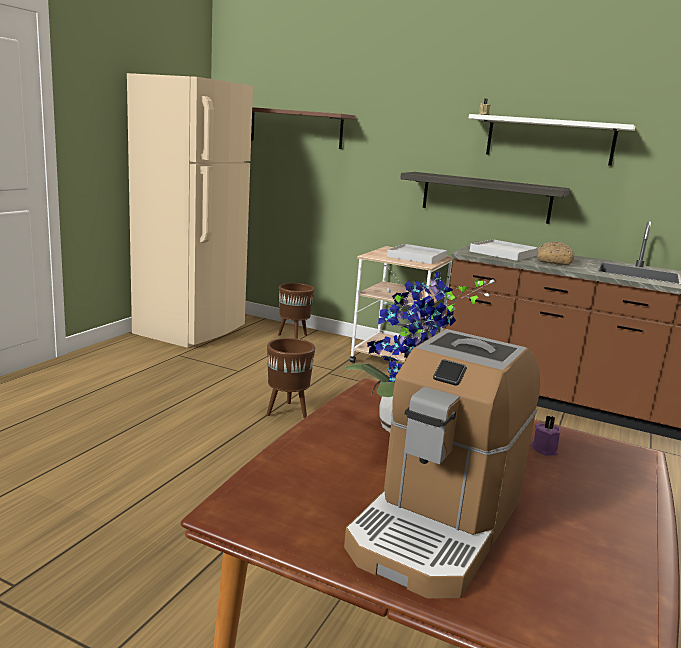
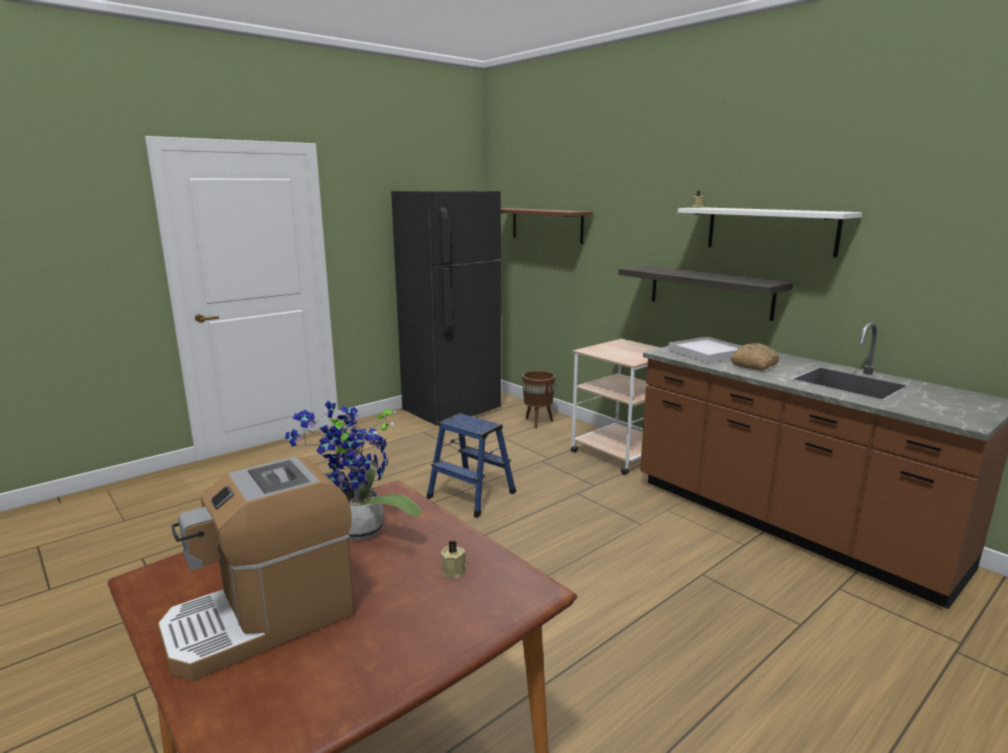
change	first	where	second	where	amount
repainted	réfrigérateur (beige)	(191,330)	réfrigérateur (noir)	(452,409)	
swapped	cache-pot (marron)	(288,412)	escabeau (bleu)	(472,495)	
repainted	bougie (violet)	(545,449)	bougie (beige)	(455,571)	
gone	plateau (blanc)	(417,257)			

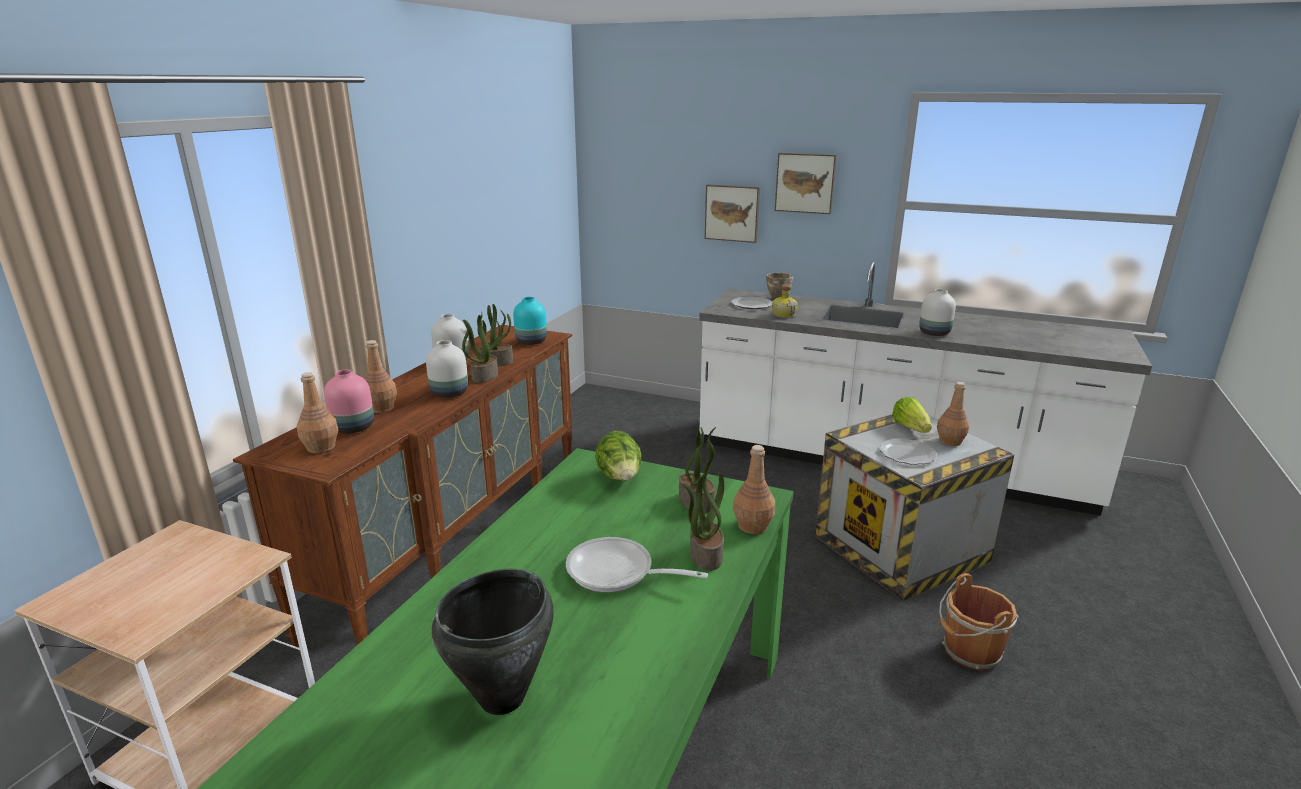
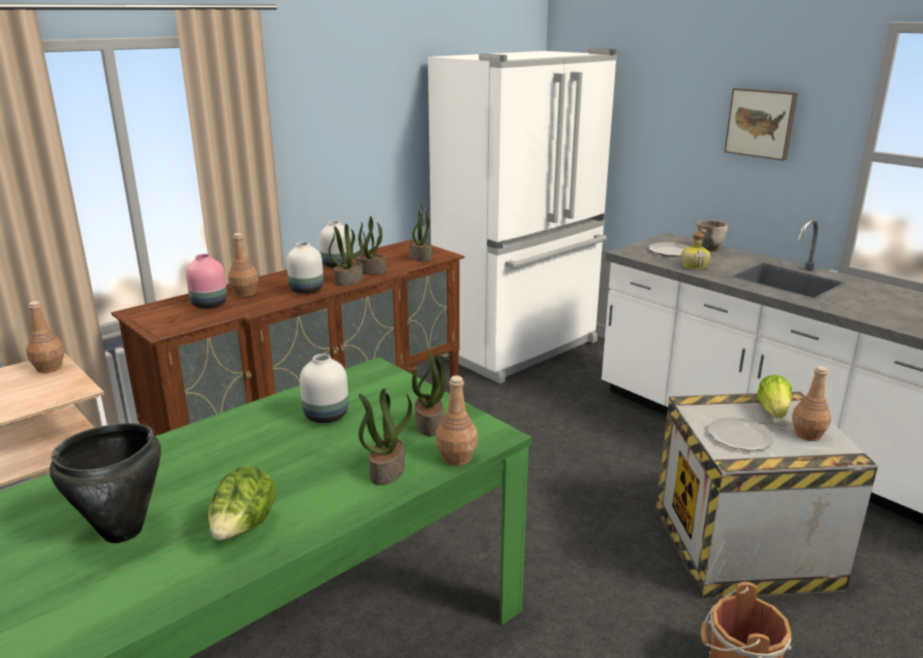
change	first	where	second	where	amount
shifted	bouteille (marron)	(321,447)		(49,368)	
shifted	laitue	(620,478)		(243,529)	
shifted	vase (blanc)	(935,333)		(327,416)	
swapped	vase (turquoise)	(532,342)	plante en pot	(421,257)	
new			réfrigérateur (blanc)	(519,348)	
gone	poêle	(617,573)			
gone	tableau	(732,212)			

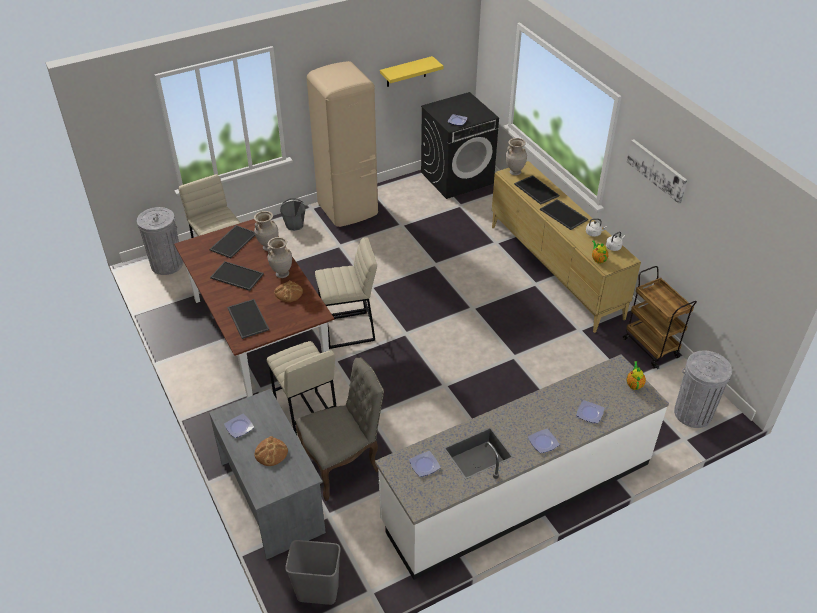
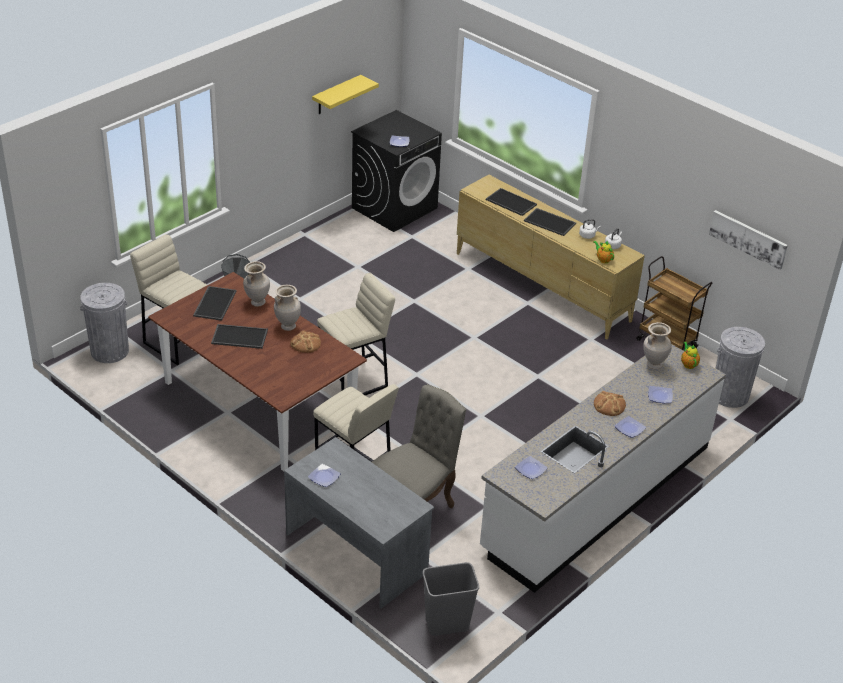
change	first	where	second	where	amount
shifted	pain	(271,452)		(609,405)	
shifted	vase (beige)	(514,172)		(653,365)	
shifted	tableau	(657,170)		(748,238)	
gone	plateau	(247,319)			
gone	réfrigérateur (beige)	(349,210)			

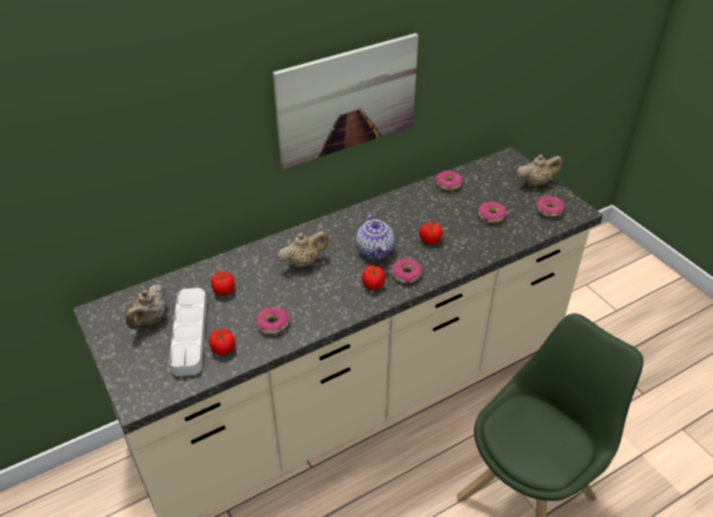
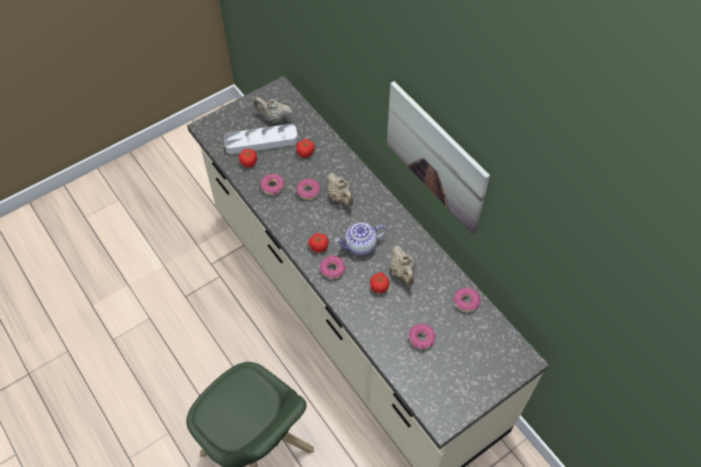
change	first	where	second	where	amount
shifted	beignet	(549,210)		(308,191)	
shifted	théière (beige)	(536,183)		(403,272)	

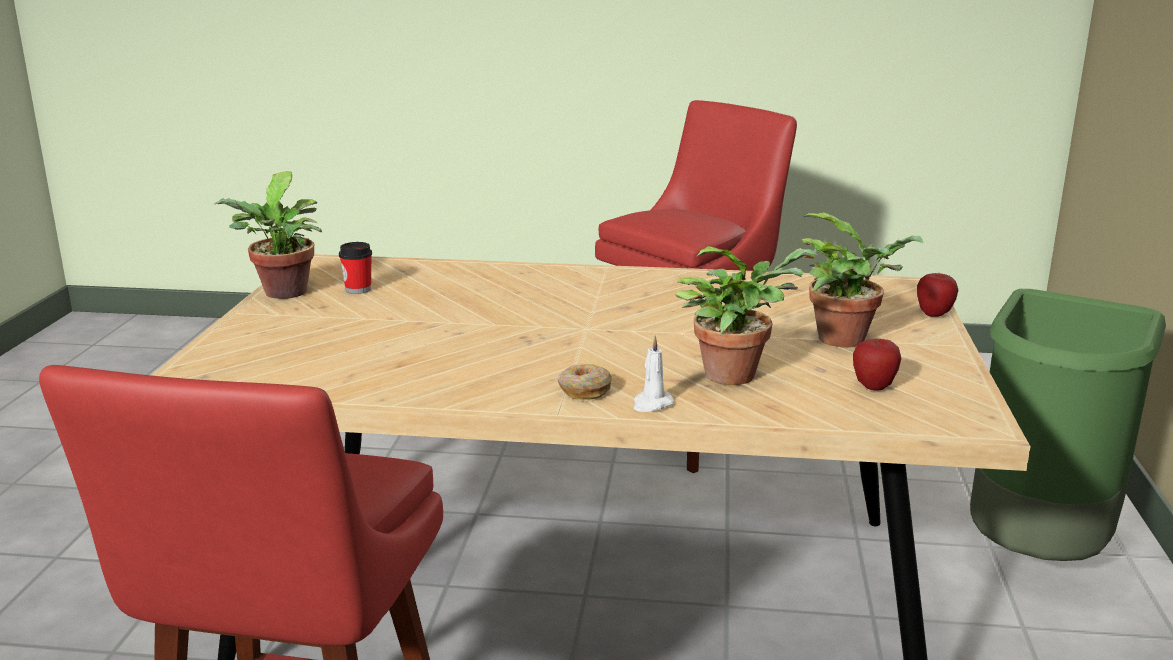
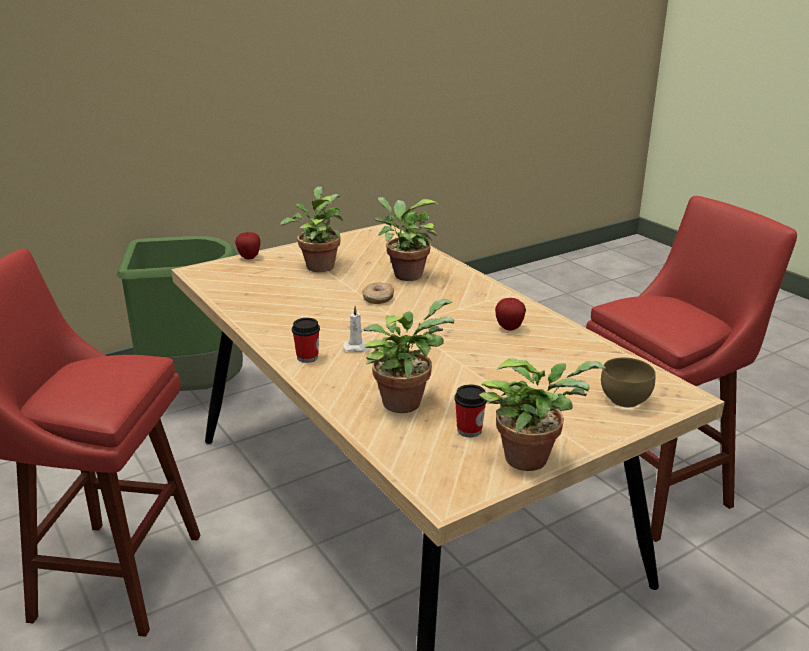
change	first	where	second	where	amount
new			tasse	(307,357)	
shifted	bougie (blanc)	(652,404)		(357,348)	
shifted	beignet	(584,390)		(378,299)	
new			plante en pot	(404,400)	
shifted	pomme	(873,387)		(509,328)	
new			bol (marron)	(624,401)	

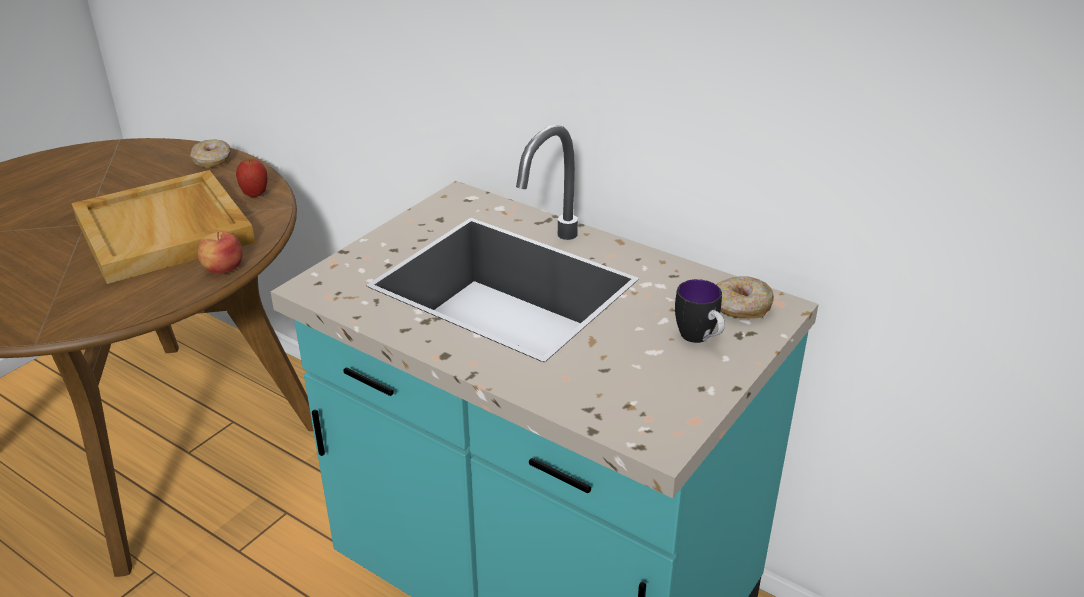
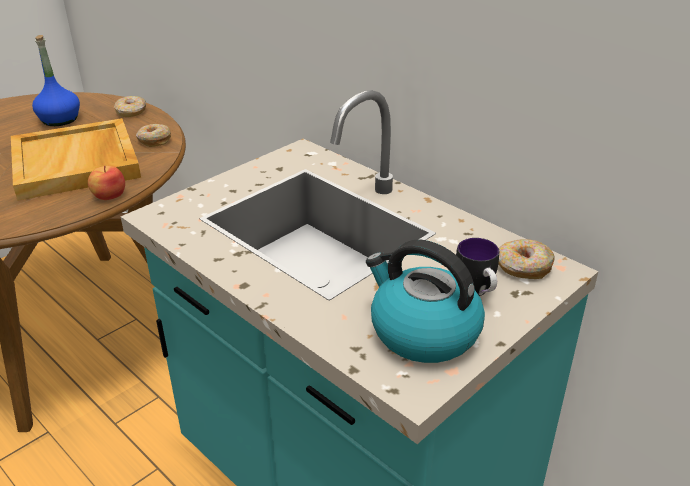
change	first	where	second	where	amount
new			bouteille (bleu)	(60,120)	
swapped	pomme	(255,195)	beignet	(154,140)	
new			bouilloire	(422,332)	

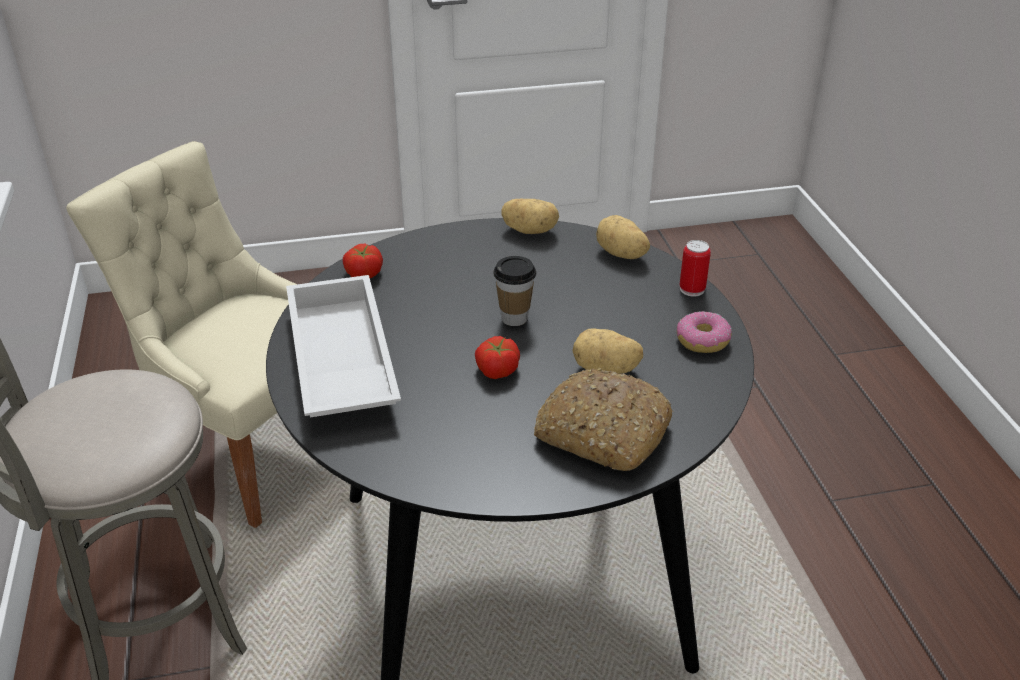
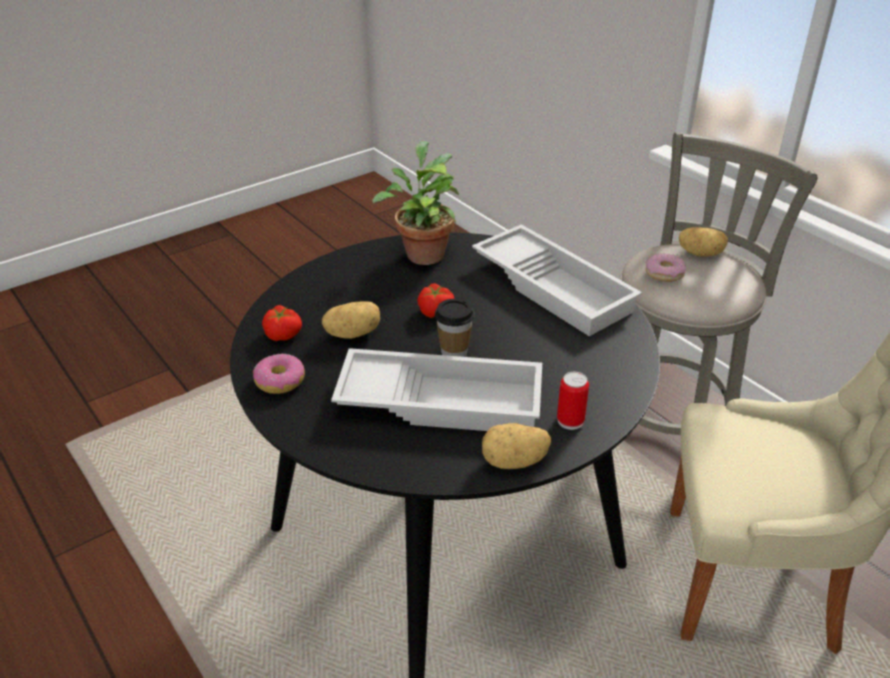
change	first	where	second	where	amount
shifted	tomate	(363,274)		(283,334)	
new			plateau (blanc)	(442,400)	
new			plante en pot	(423,252)	
shifted	boîte métallique	(692,289)		(570,420)	
new			beignet	(664,273)	
shifted	pomme de terre	(621,254)		(700,253)	
gone	pain	(601,433)			

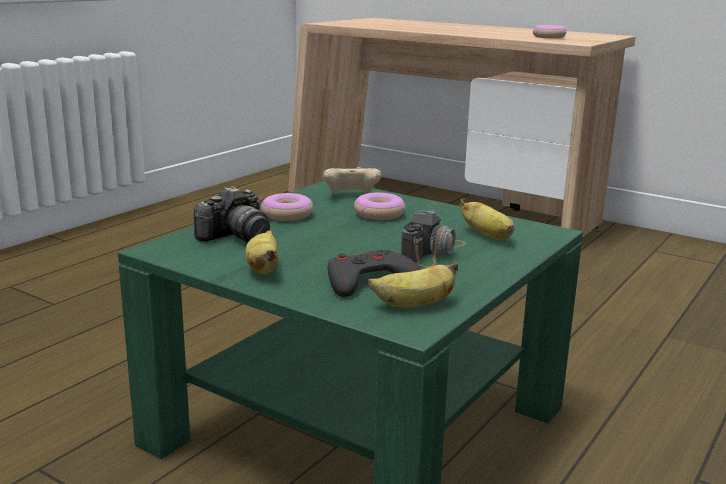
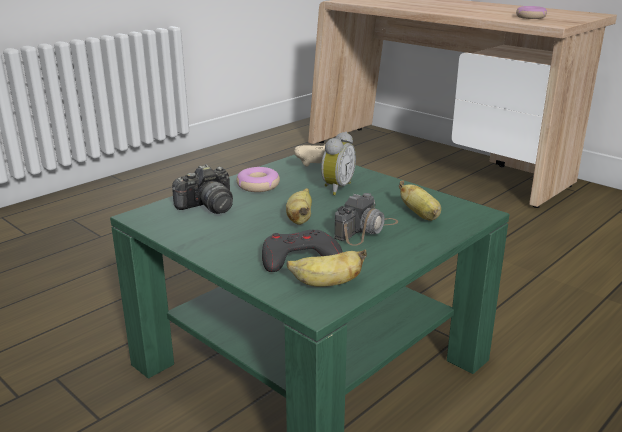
change	first	where	second	where	amount
shifted	banane	(263,269)		(300,219)	
swapped	beignet	(379,214)	réveil	(335,188)	

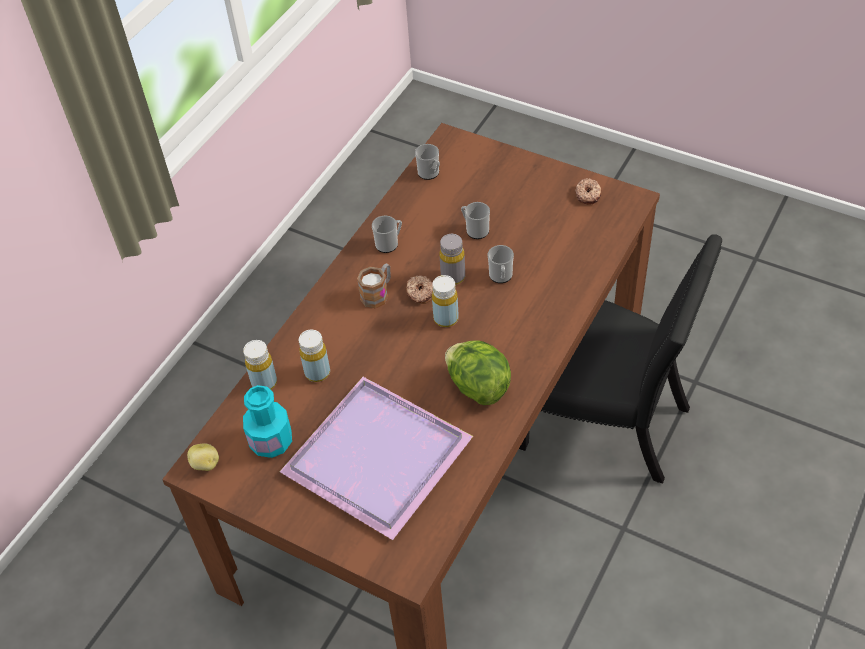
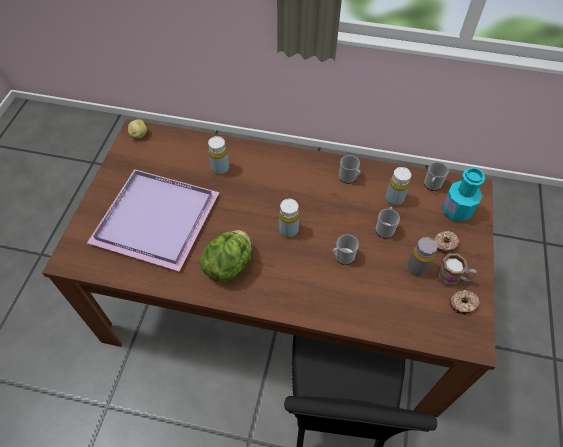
change	first	where	second	where	amount
shifted	bouteille (jaune)	(264,383)		(394,199)	
shifted	bouteille (gris)	(453,277)		(417,268)	
shifted	beignet	(419,293)		(444,244)	
shifted	mug	(378,293)		(453,278)	
shifted	bouteille (turquoise)	(271,441)		(456,210)	

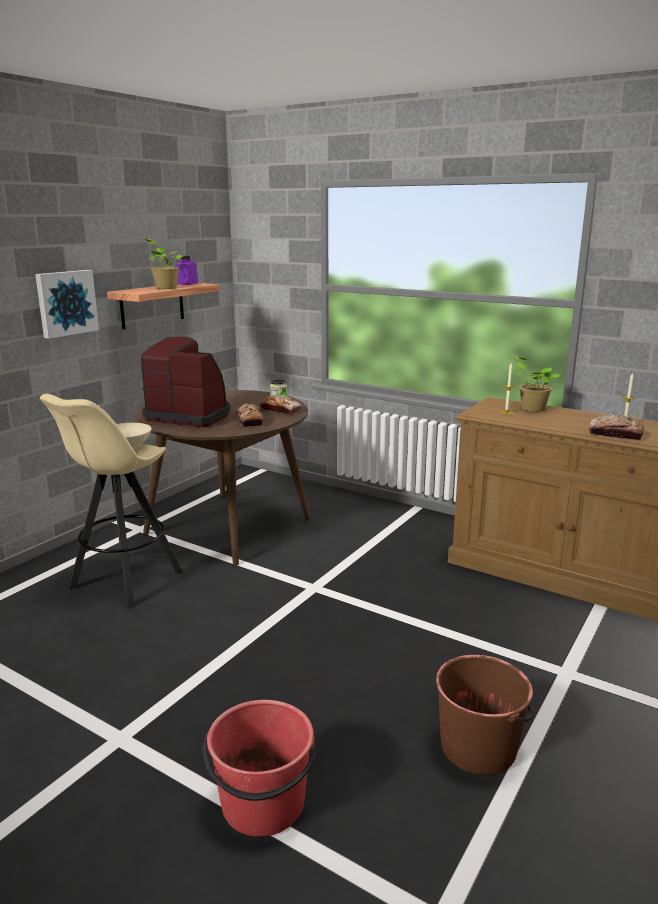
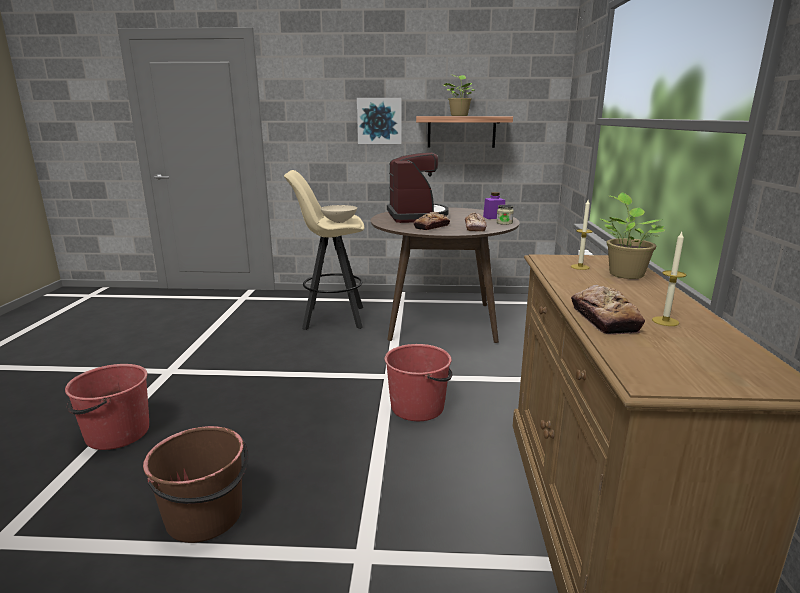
change	first	where	second	where	amount
new			seau (rouge)	(418,407)	
shifted	bocal (violet)	(187,283)		(493,217)	

